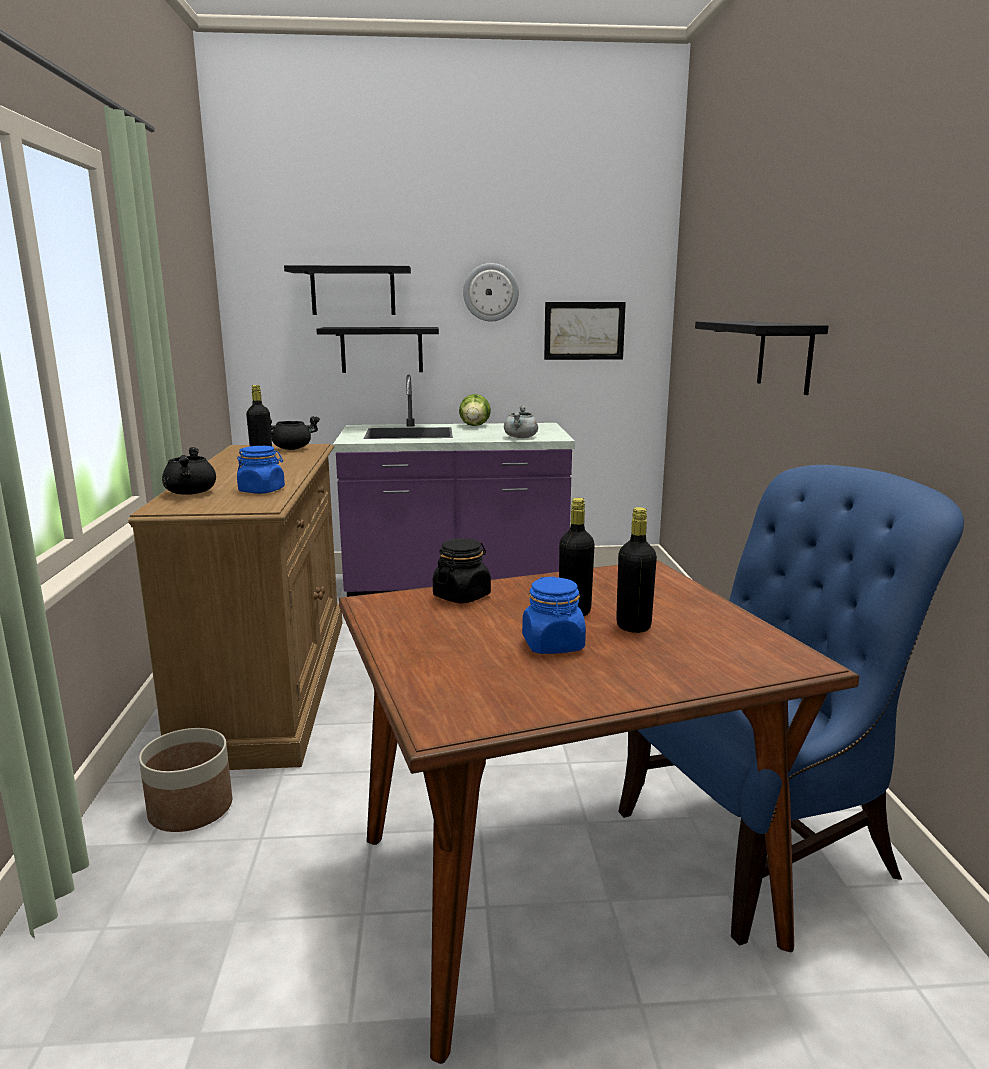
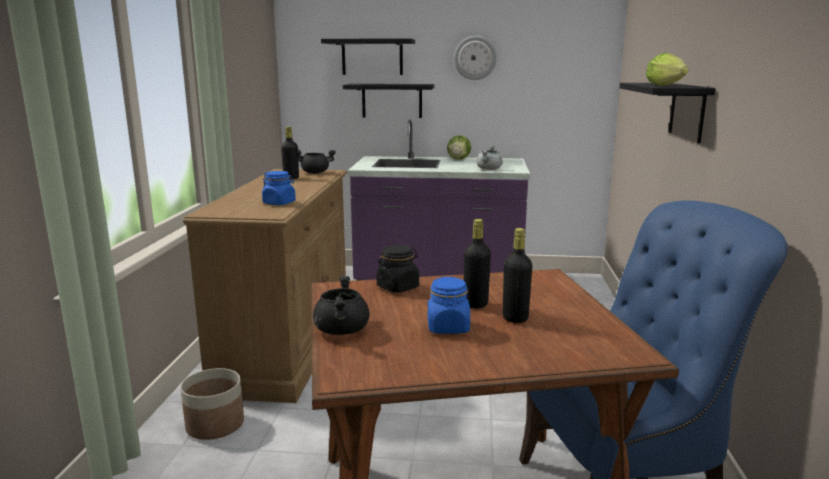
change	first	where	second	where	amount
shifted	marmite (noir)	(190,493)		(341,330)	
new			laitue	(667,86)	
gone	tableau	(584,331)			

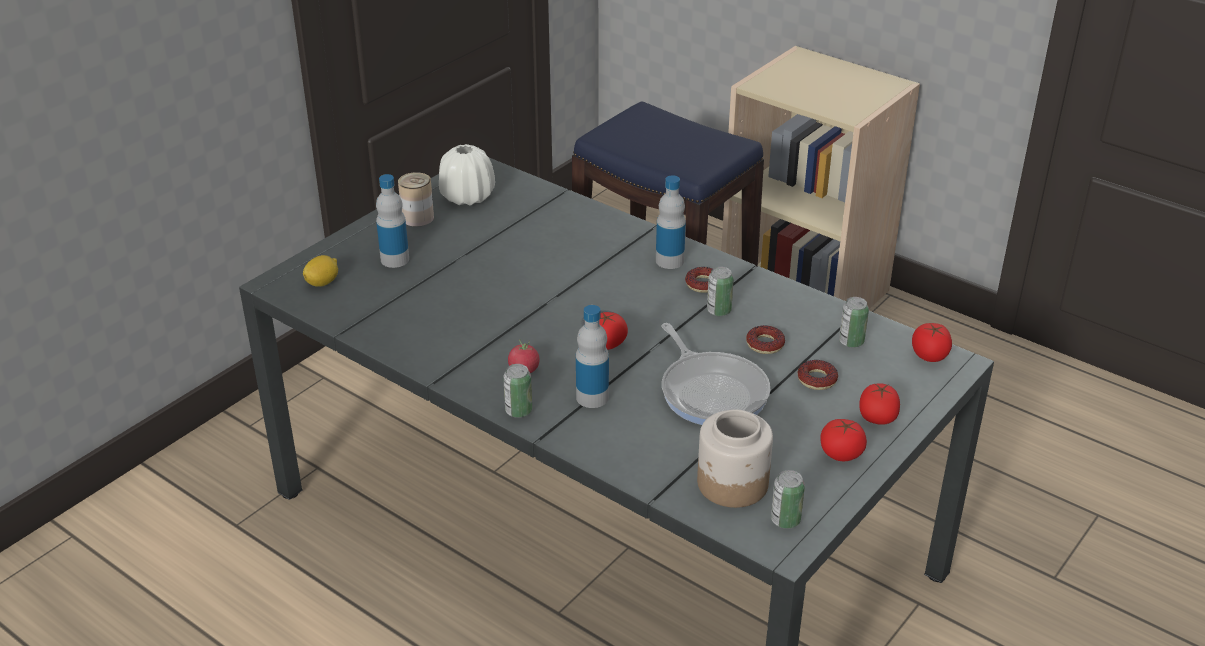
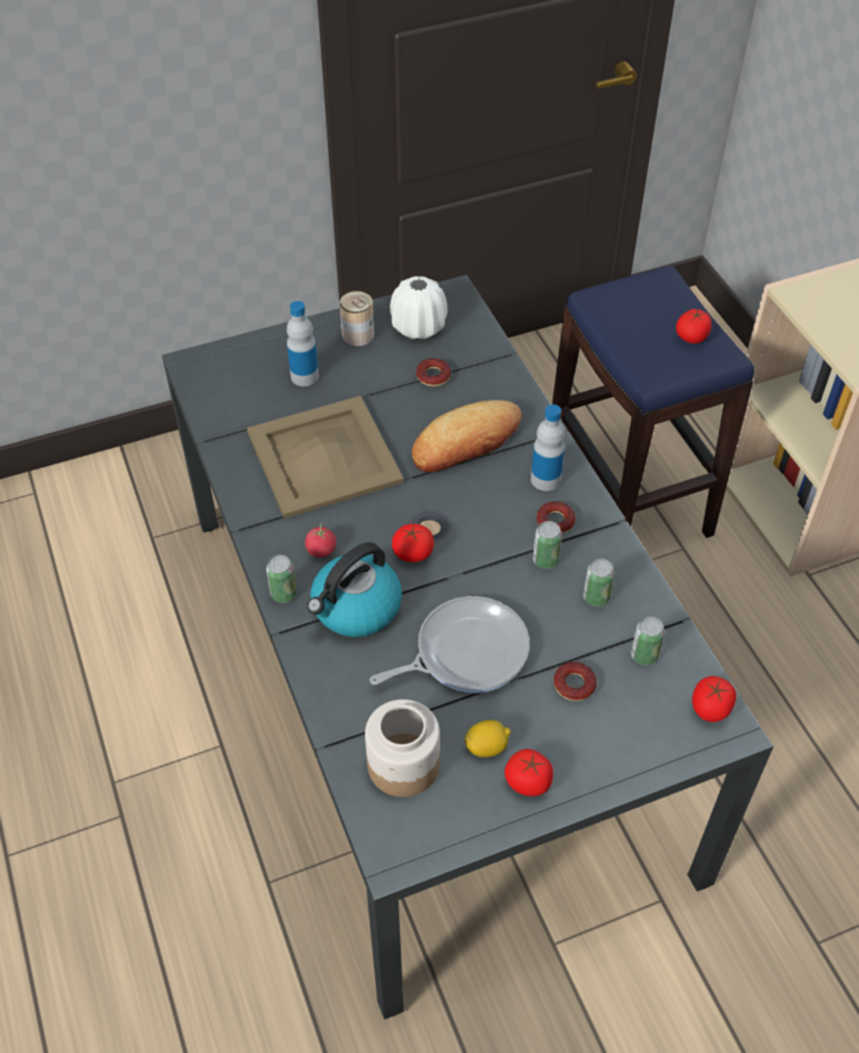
change	first	where	second	where	amount
new			plateau (beige)	(323,458)	
swapped	bouteille	(592,397)	bouilloire	(356,608)	
rotated	poêle	(712,391)		(465,652)	120 degrees counterclockwise
new			pain	(466,442)	
shifted	beignet	(765,344)		(433,376)	
shifted	citron	(322,282)		(487,747)	
shifted	boîte métallique	(785,520)		(596,597)	
shifted	tomate	(877,418)		(691,337)	

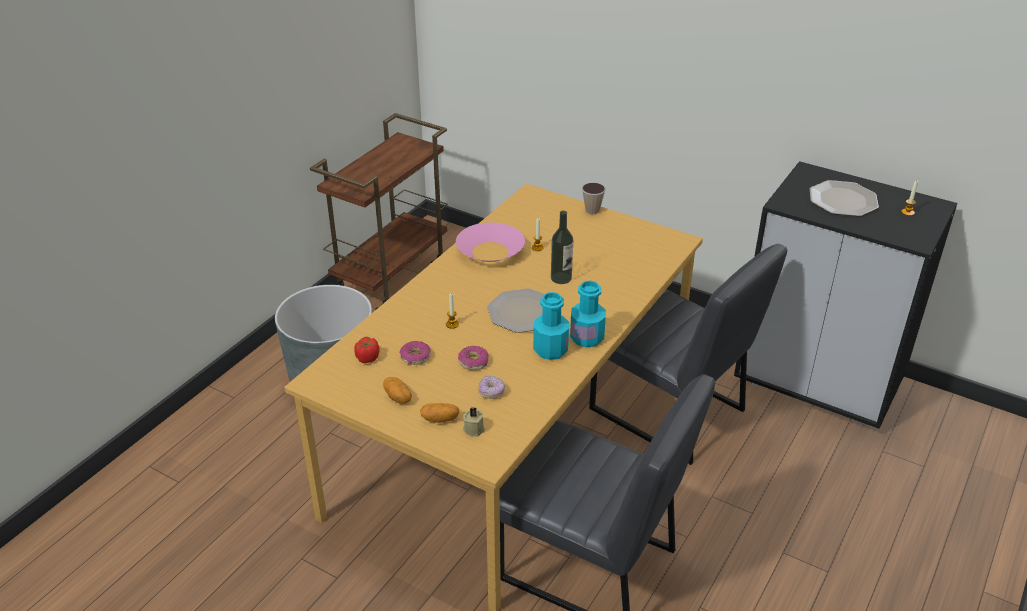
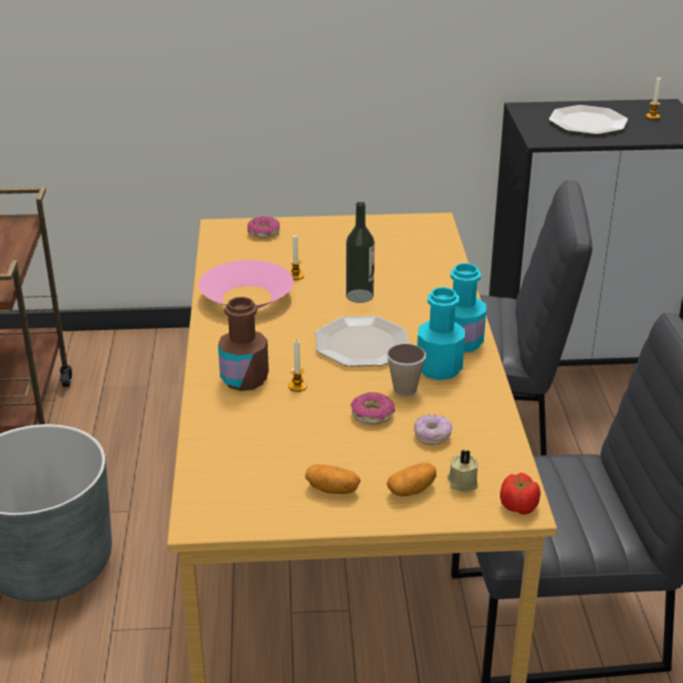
change	first	where	second	where	amount
new			bouteille (marron)	(244,379)	
shifted	beignet	(415,357)		(263,233)	
shifted	tasse	(592,210)		(405,389)	
shifted	tomate	(367,358)		(519,506)	

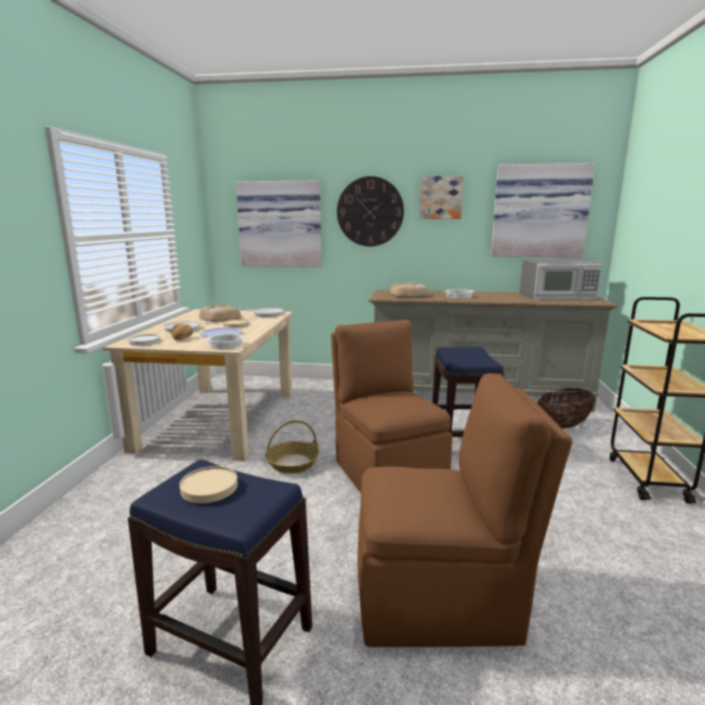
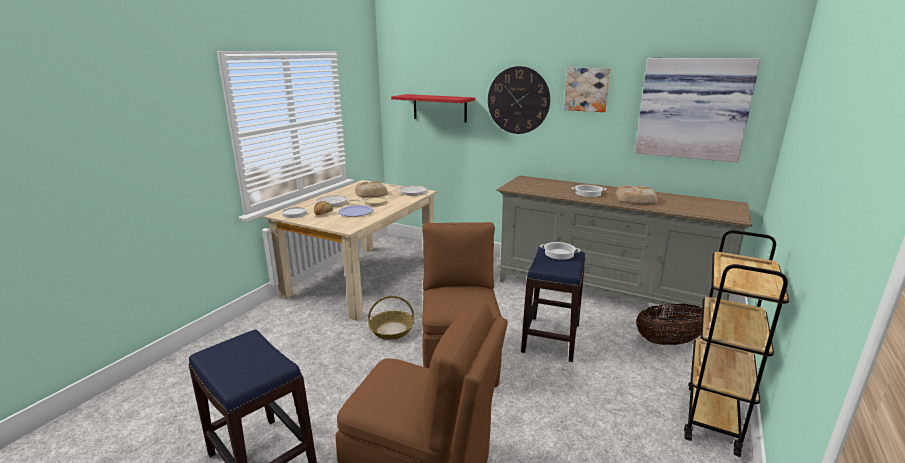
change	first	where	second	where	amount
swapped	tableau	(280,224)	étagère (rouge)	(439,108)	
shifted	marmite	(225,345)		(559,254)	
shifted	pain	(409,295)		(636,199)	
gone	assiette (beige)	(209,487)			
gone	micro-ondes	(557,296)			

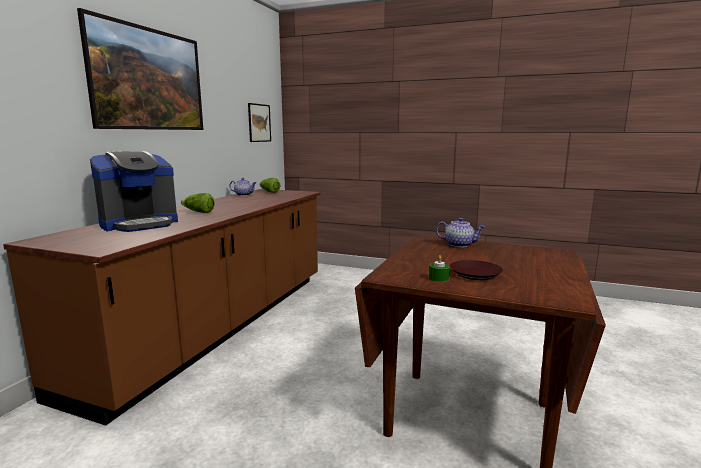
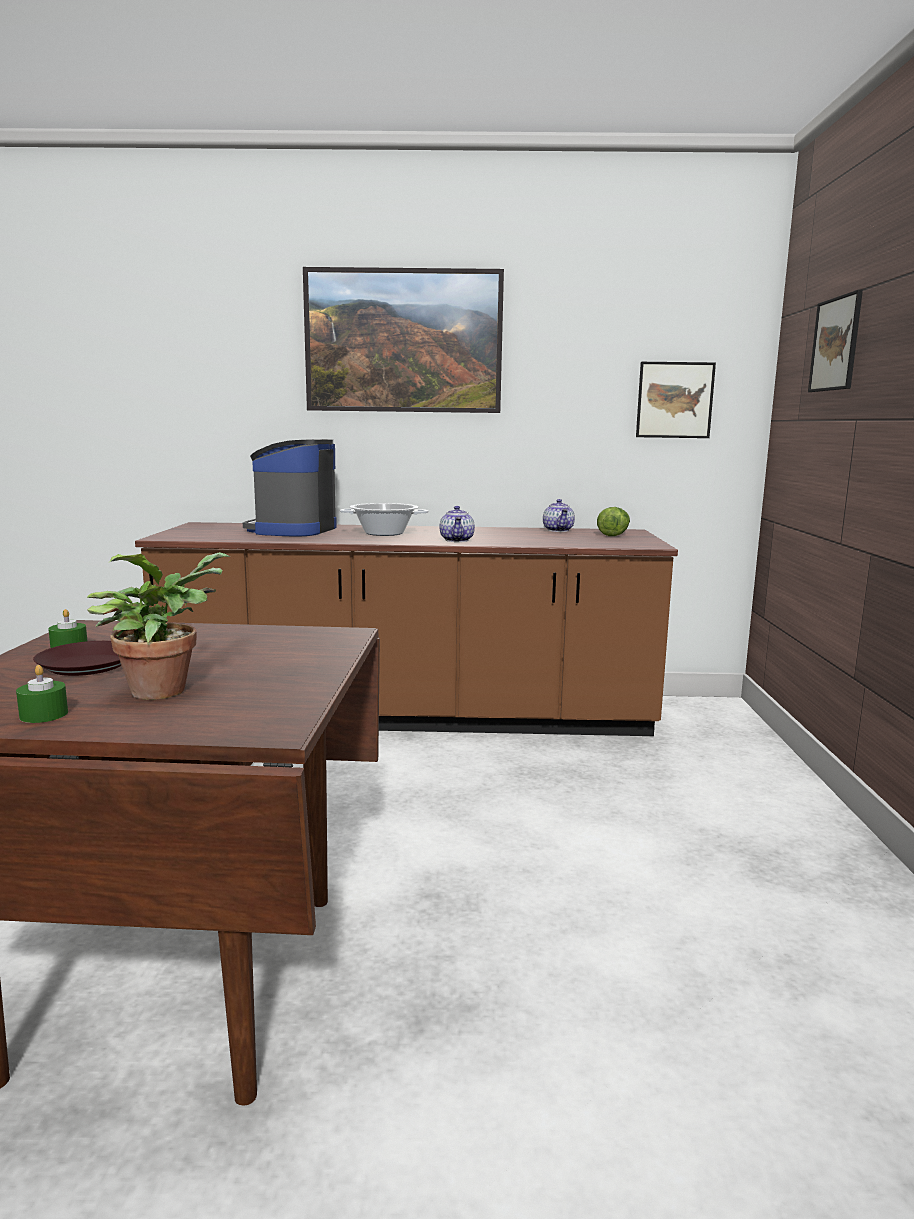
change	first	where	second	where	amount
new			bougie (vert)	(44,714)	
new			plante en pot	(164,689)	
rotated	machine à café	(139,224)		(292,530)	75 degrees clockwise
swapped	laitue	(198,212)	marmite	(384,533)	
shifted	théière	(459,244)		(457,540)	
new			tableau	(835,344)	

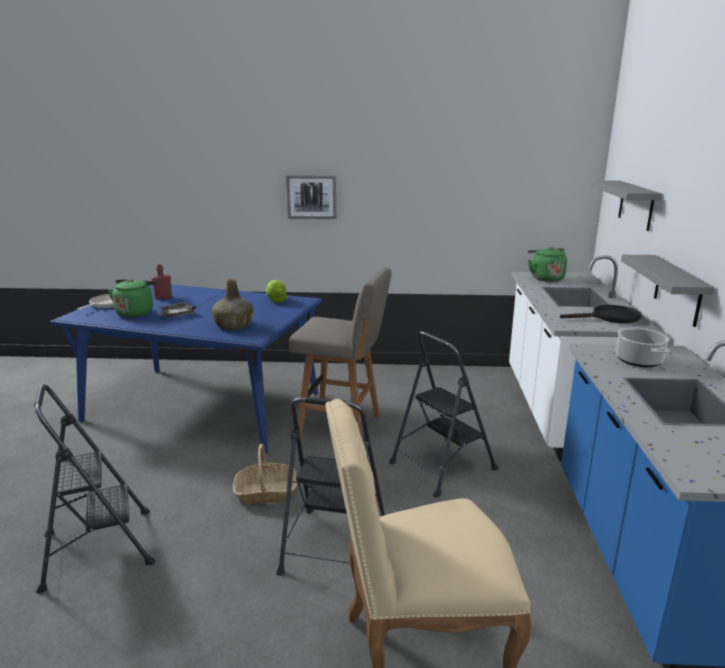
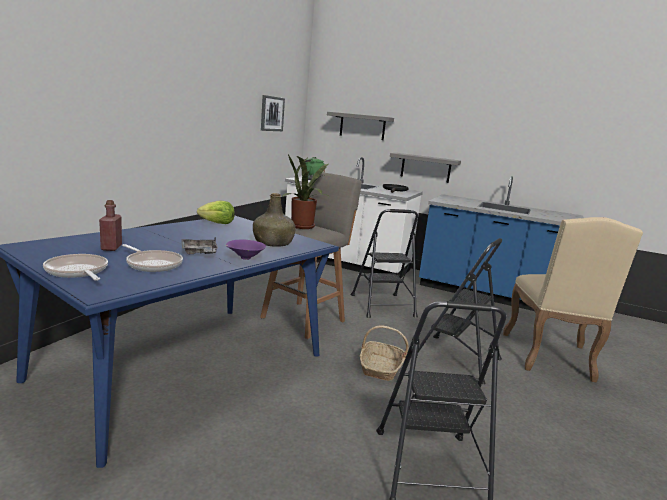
change	first	where	second	where	amount
swapped	bouilloire (vert)	(136,312)	poêle	(153,264)	
new			bol (violet)	(244,258)	
shifted	tableau	(311,197)		(272,113)	
new			plante en pot	(304,227)	
gone	marmite	(638,360)			

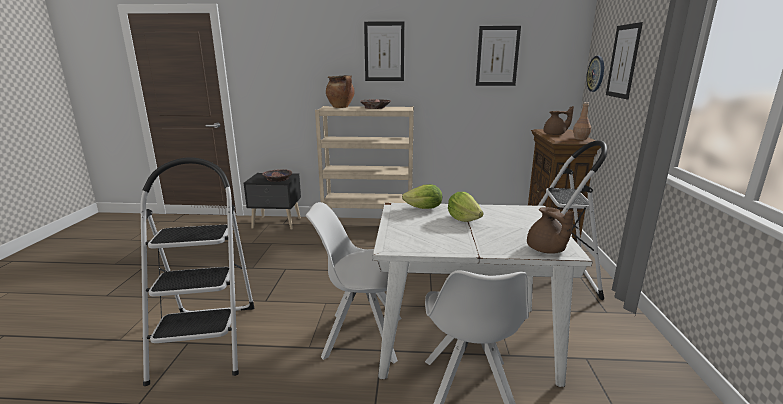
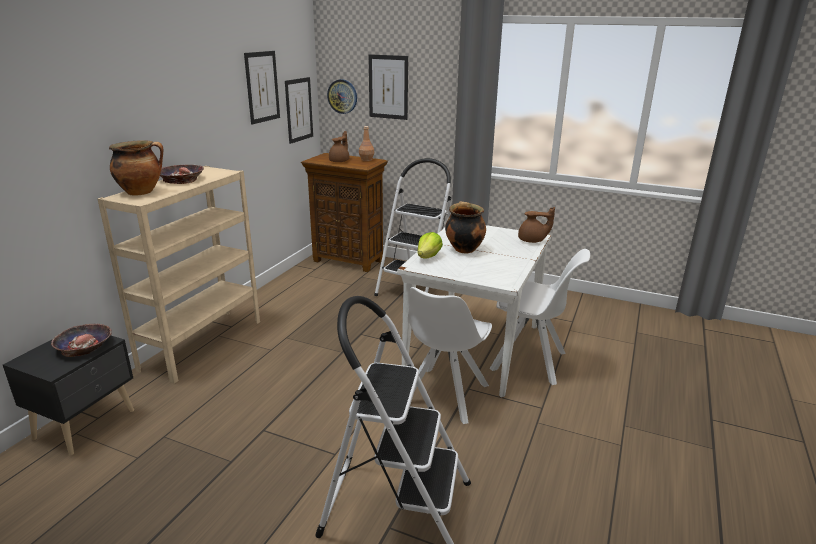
change	first	where	second	where	amount
shifted	tableau	(384,51)		(299,110)	
swapped	laitue	(463,219)	marmite	(463,249)	

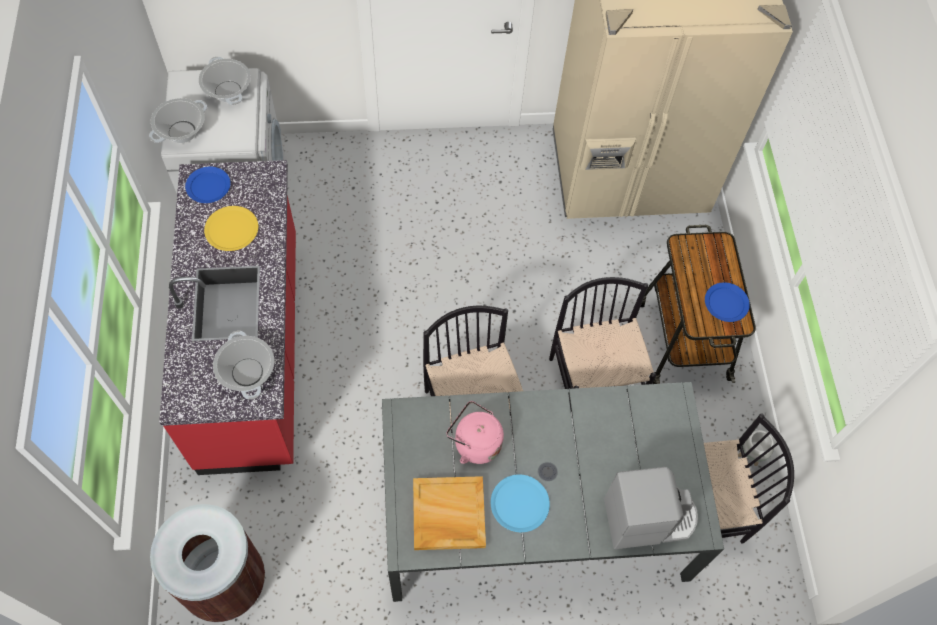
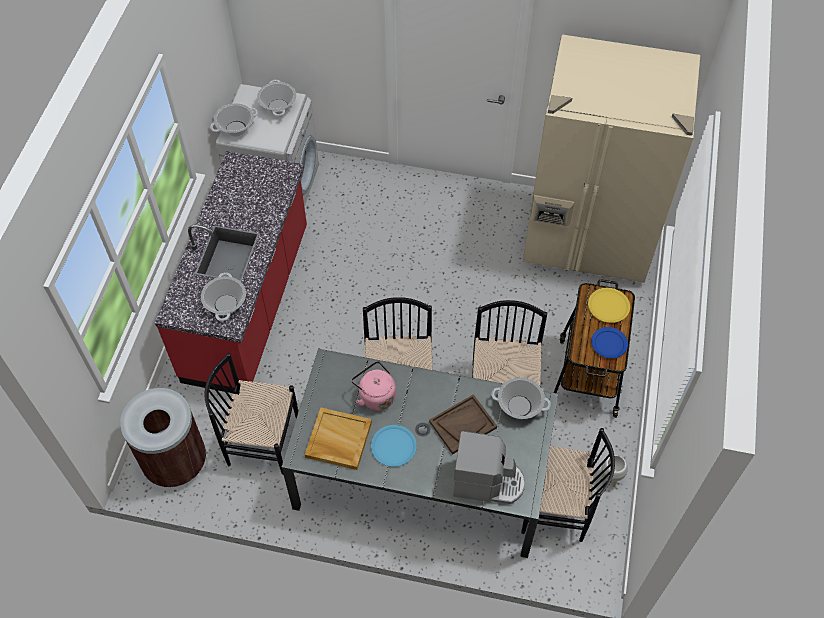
change	first	where	second	where	amount
new			chaise (noir)	(260,439)	
new			plateau (marron)	(463,424)	
new			marmite	(519,406)	
shifted	assiette (jaune)	(231,229)		(608,306)	
gone	assiette (bleu)	(208,186)			

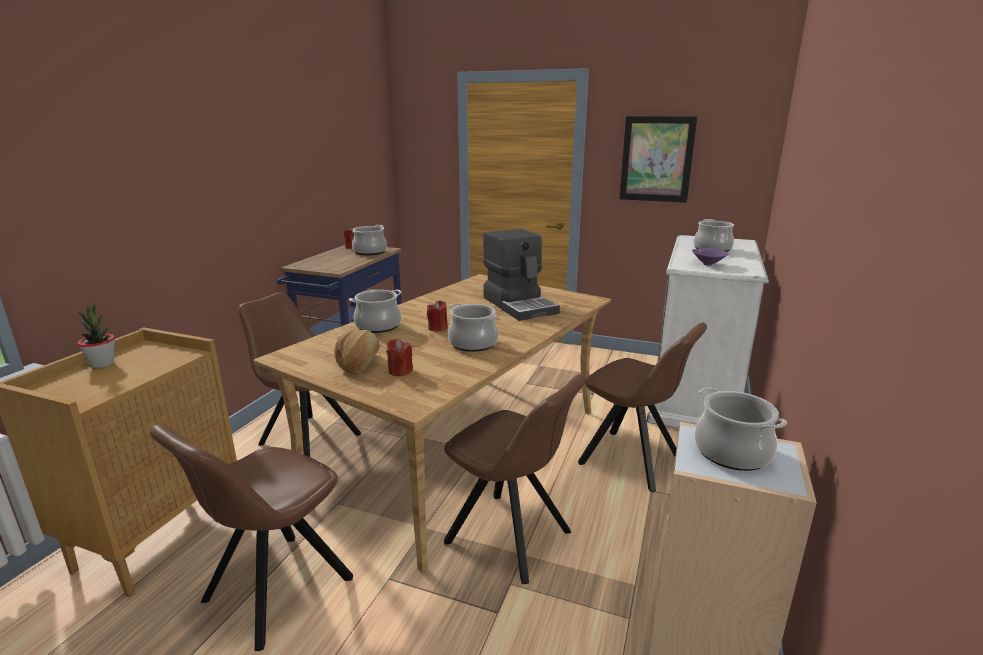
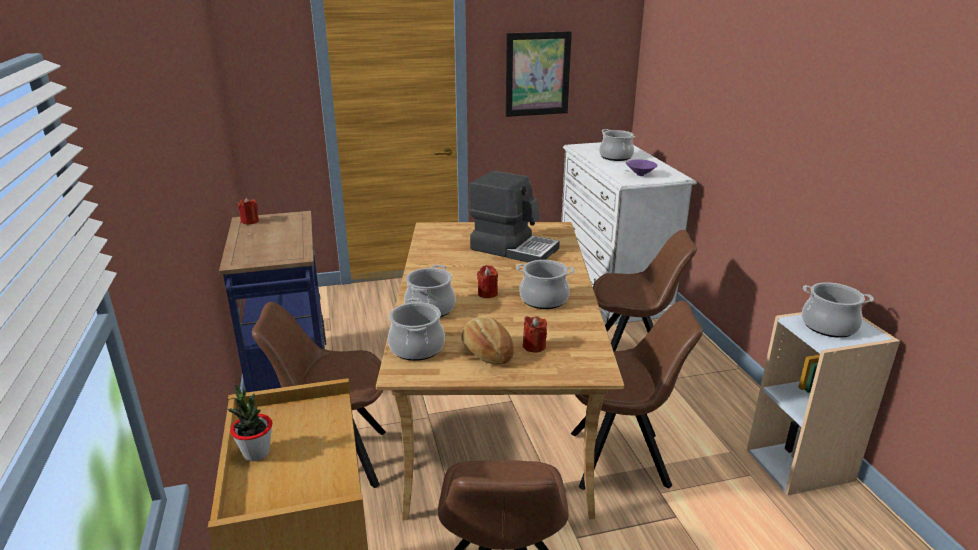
change	first	where	second	where	amount
shifted	marmite	(370,252)		(416,348)	

